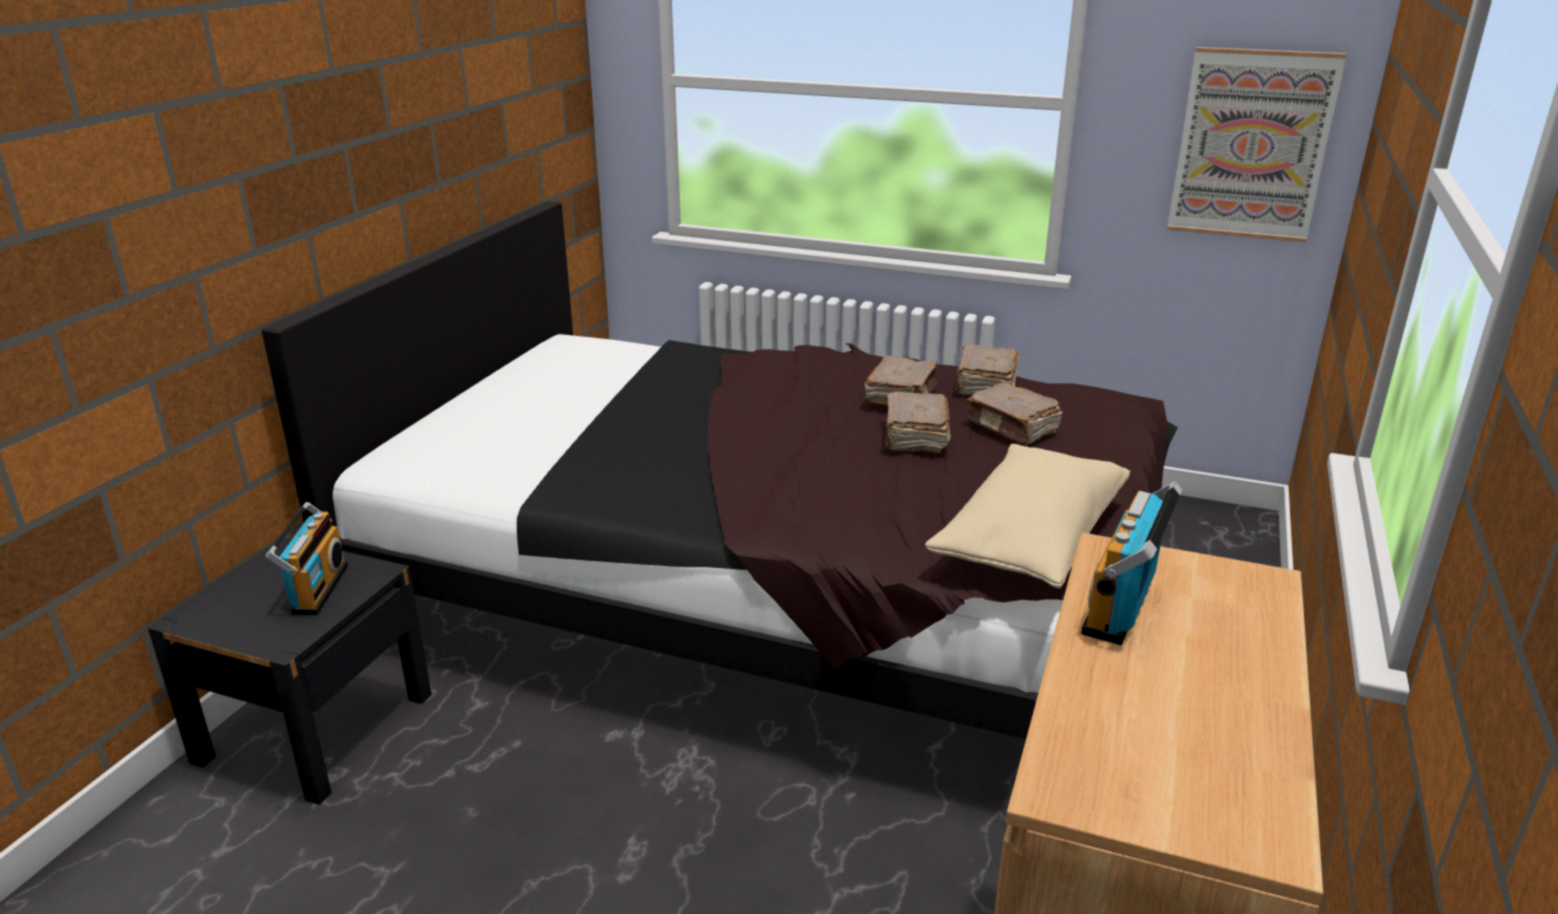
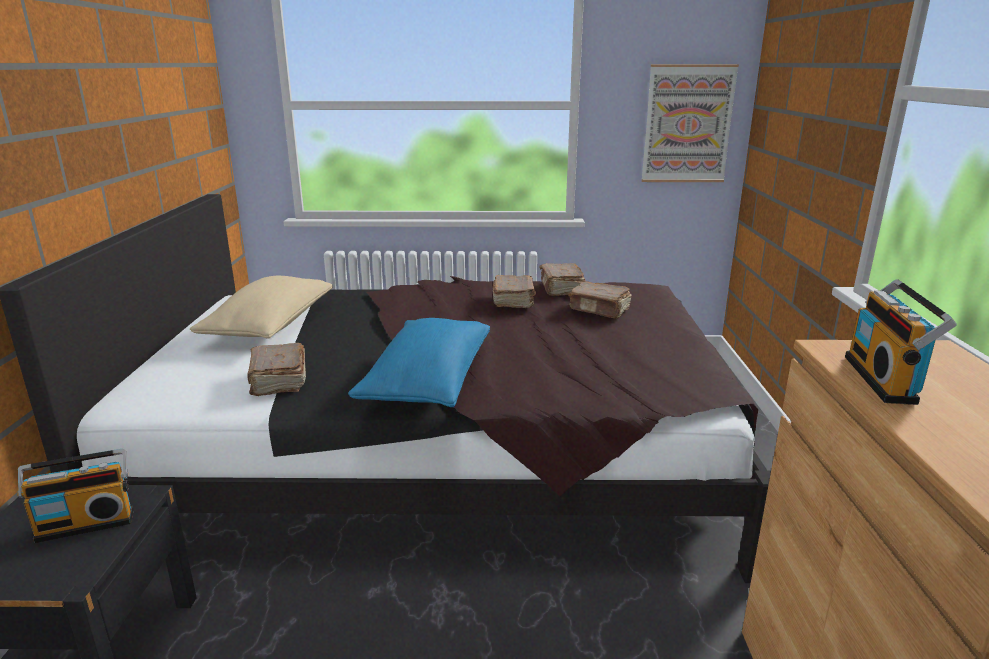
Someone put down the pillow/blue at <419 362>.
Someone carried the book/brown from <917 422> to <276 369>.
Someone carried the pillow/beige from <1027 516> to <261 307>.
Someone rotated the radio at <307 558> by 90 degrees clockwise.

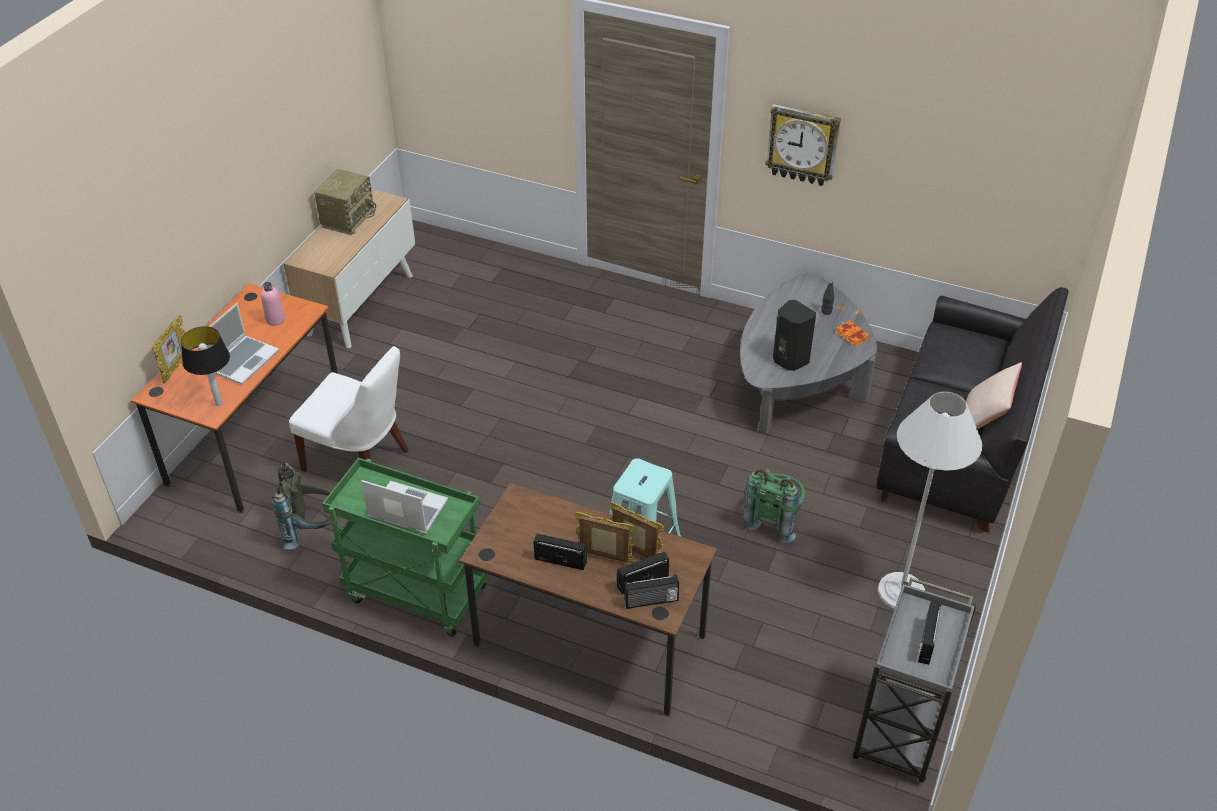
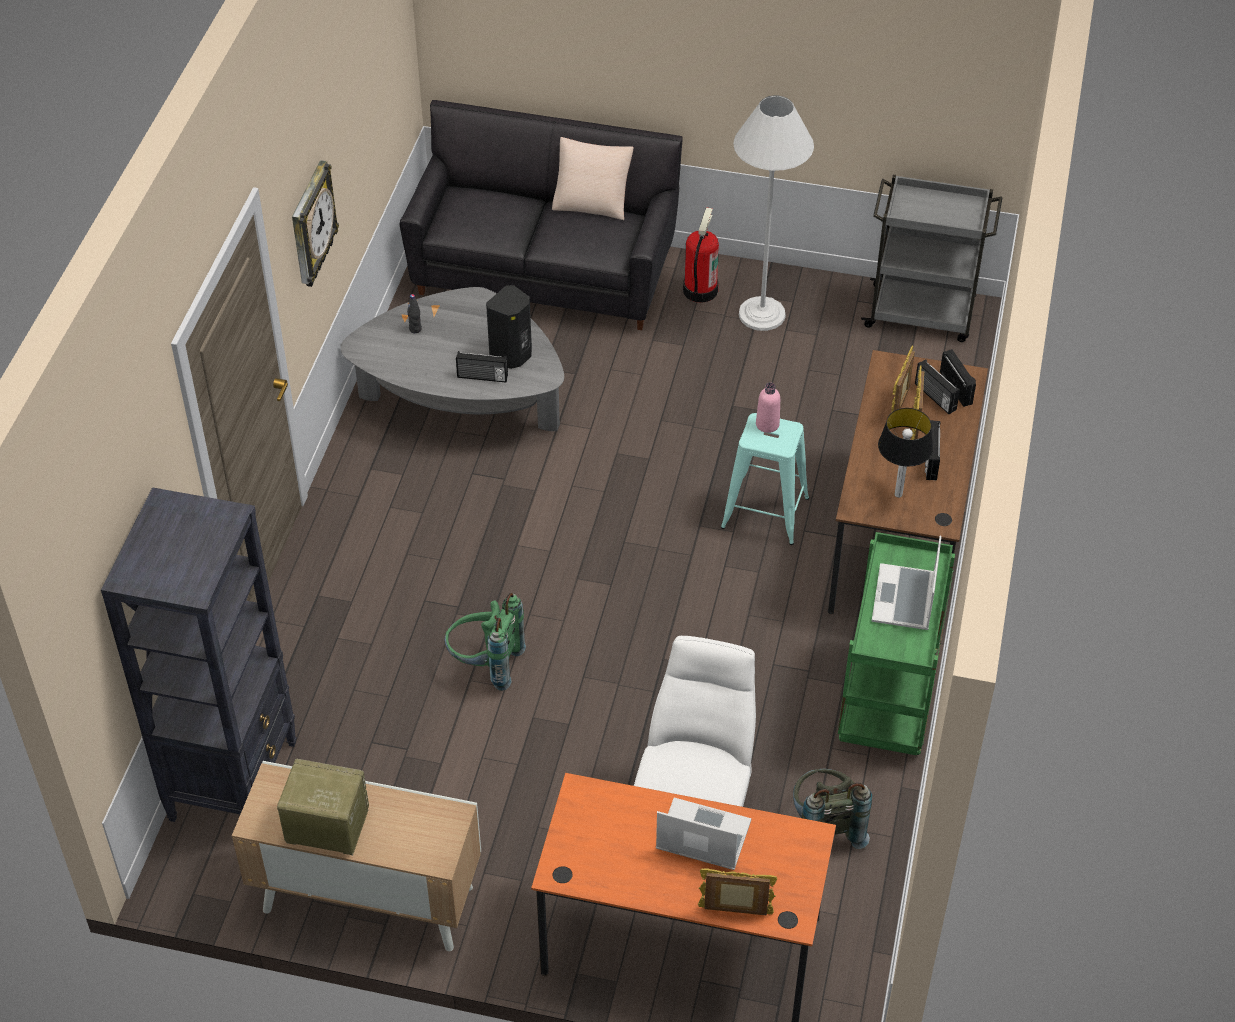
Someone took away the book/orange at <852 333>.
Someone put down the bookcase/black at <199 654>.
Someone put down the fire extinguisher at <701 255>.
Someone carried the table lamp from <205 366> to <905 453>.
Someone carried the bottle/pink from <273 304> to <768 407>.
Someone carried the backpack/green from <774 506> to <485 642>.
Someone carried the radio from <929 633> to <482 367>.

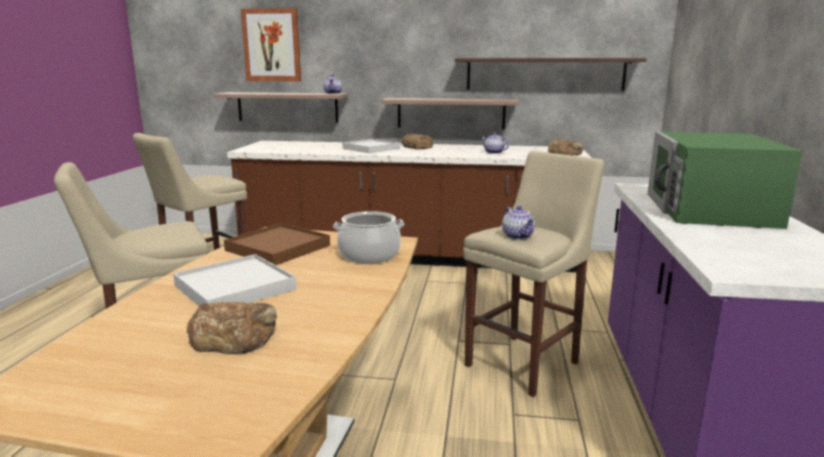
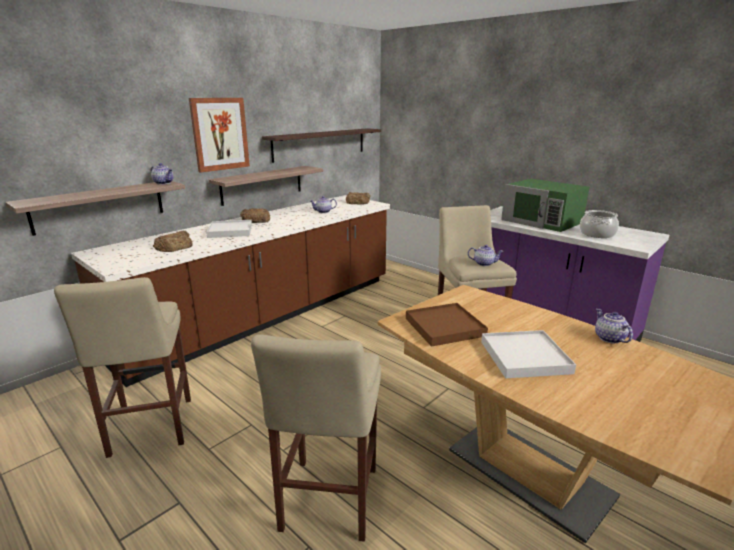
Someone put down the teapot at <614 326>.
Someone carried the bread from <232 328> to <173 241>.
Someone carried the picture from <271 44> to <219 135>.
Someone carried the cooking pot from <368 237> to <599 224>.

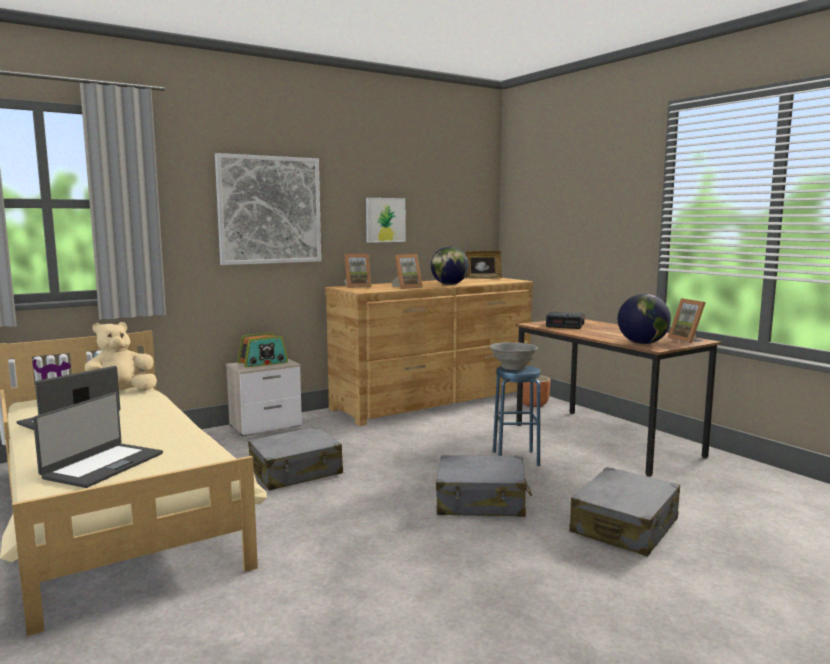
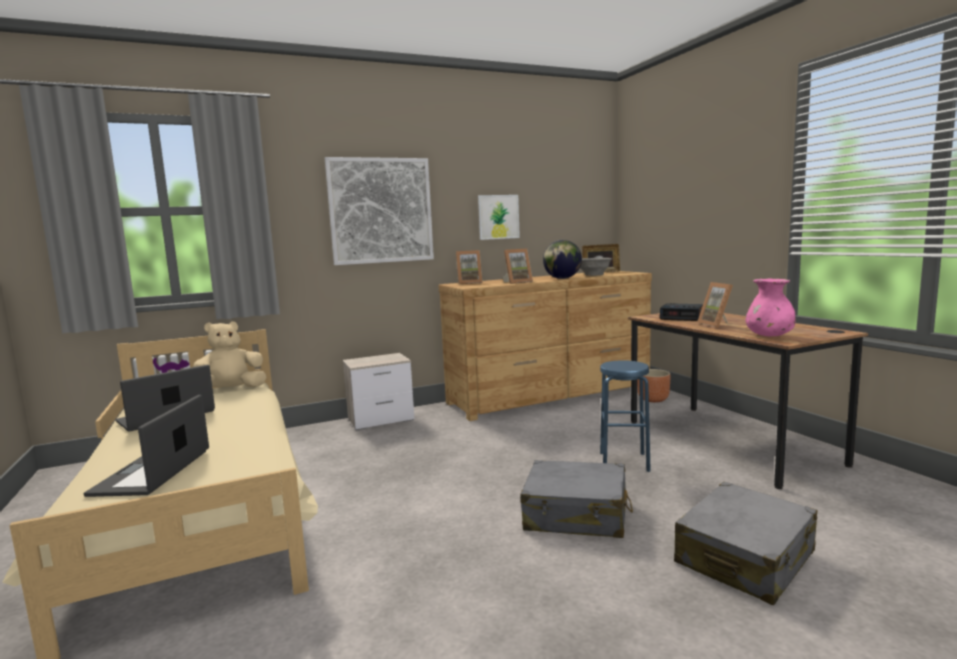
Someone took away the radio at <262 350>.
Someone took away the suitcase/grey at <295 458>.
Someone carried the bowl/grey from <513 356> to <596 267>.
Someone carried the picture frame from <687 320> to <715 305>.
Someone swapped the globe at <644 319> for the vase/pink at <771 307>.
Someone rotated the laptop at <98 440> by 150 degrees clockwise.

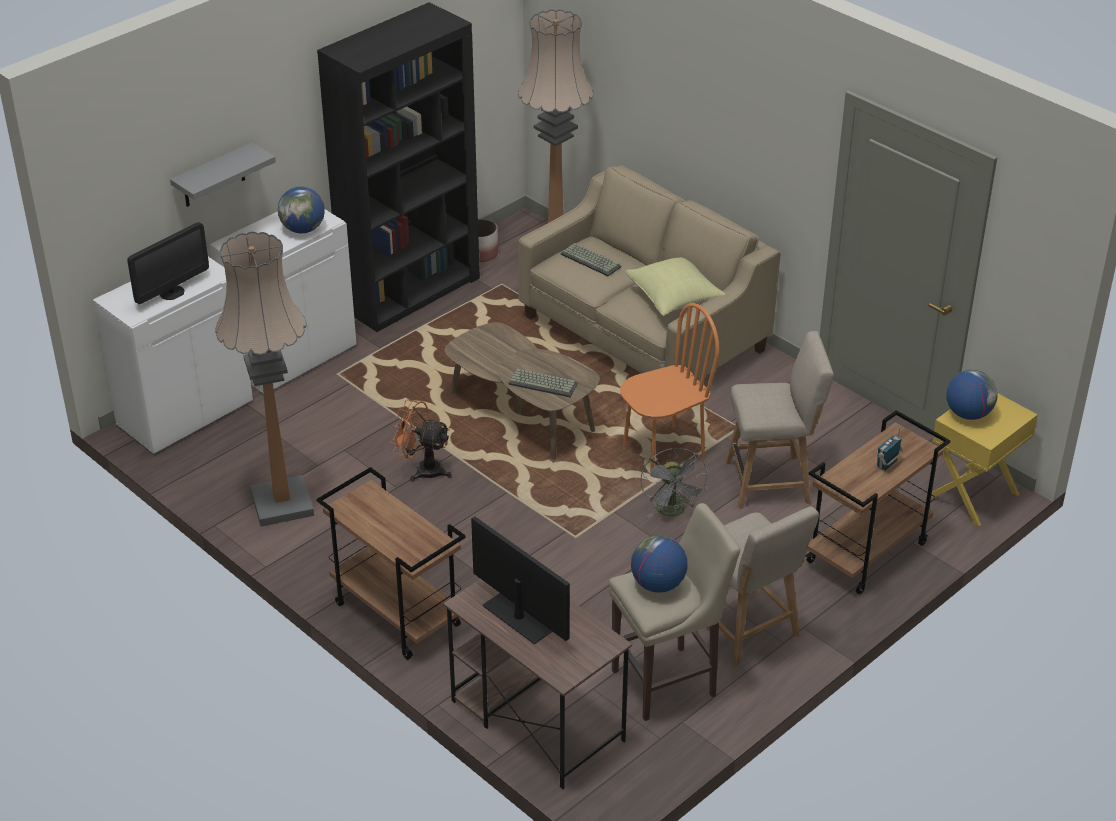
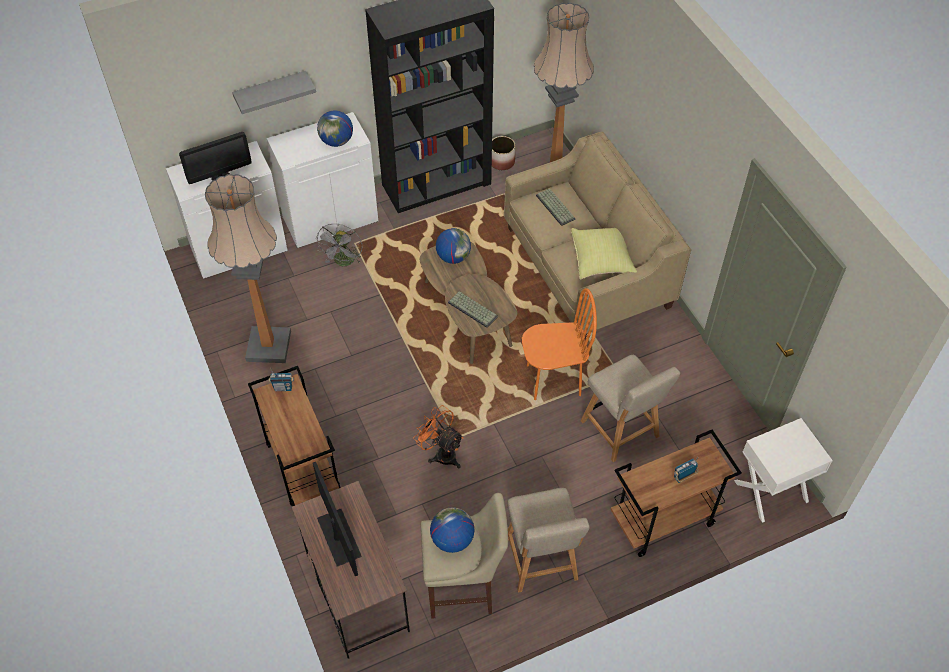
Someone put down the radio at <281 379>.
Someone carried the fan/orange from <421 440> to <438 436>.
Someone carried the fan/grey from <674 483> to <339 245>.
Someone carried the globe from <971 395> to <453 246>.
Someone repainted the nightstand/yellow at <982 459>, which became the nightstand/white at <783 470>.
Someone rotated the chair/beige at <779 420> by 45 degrees clockwise.

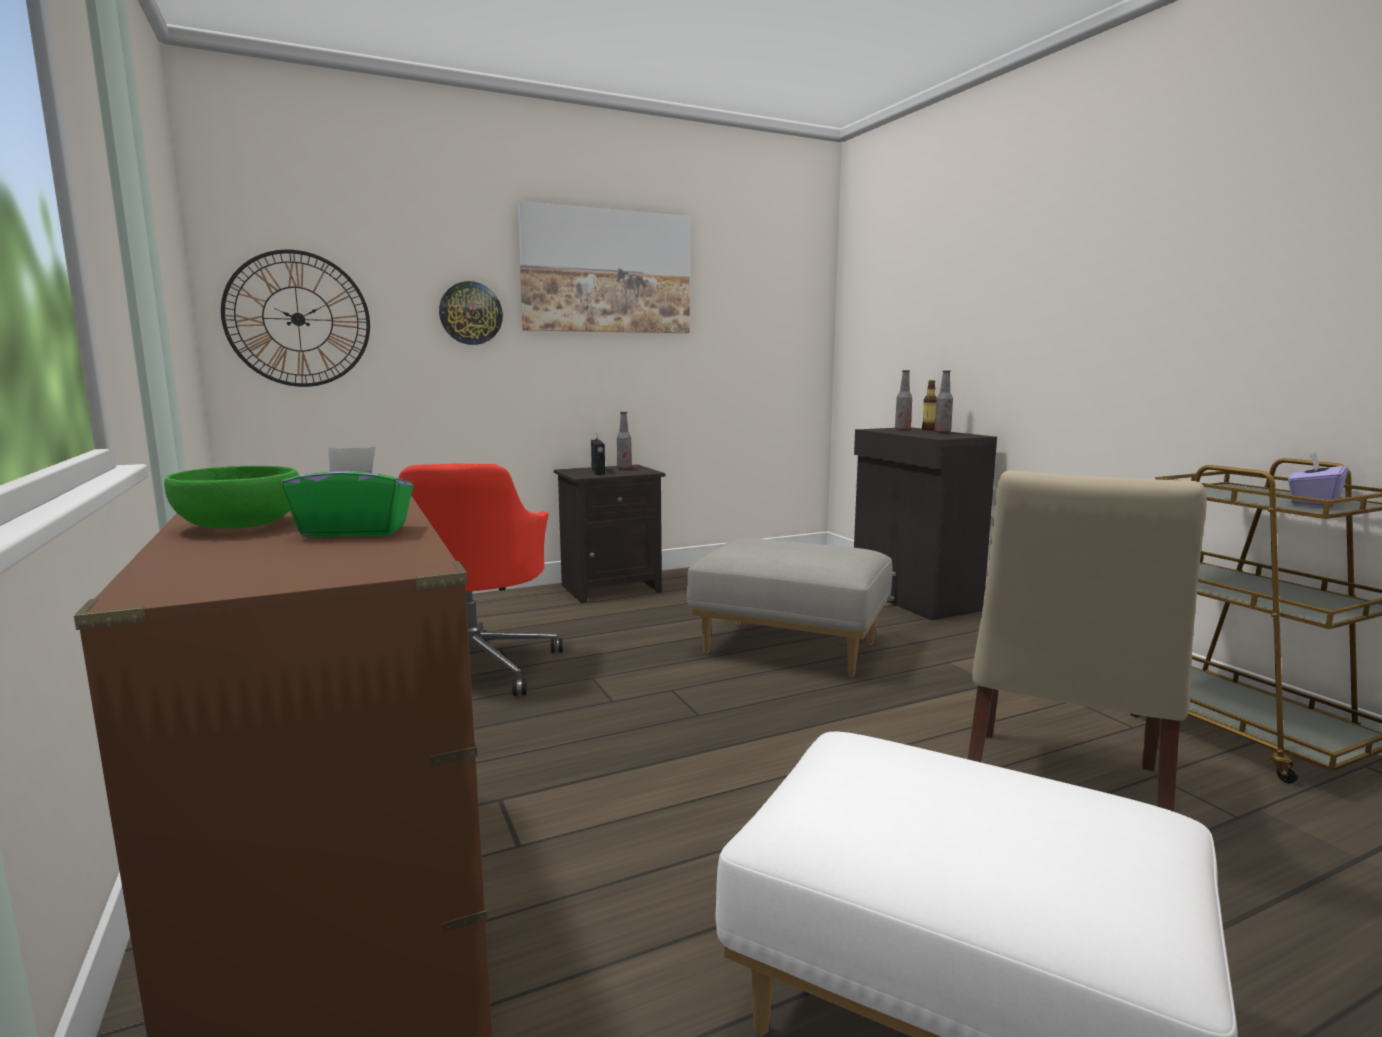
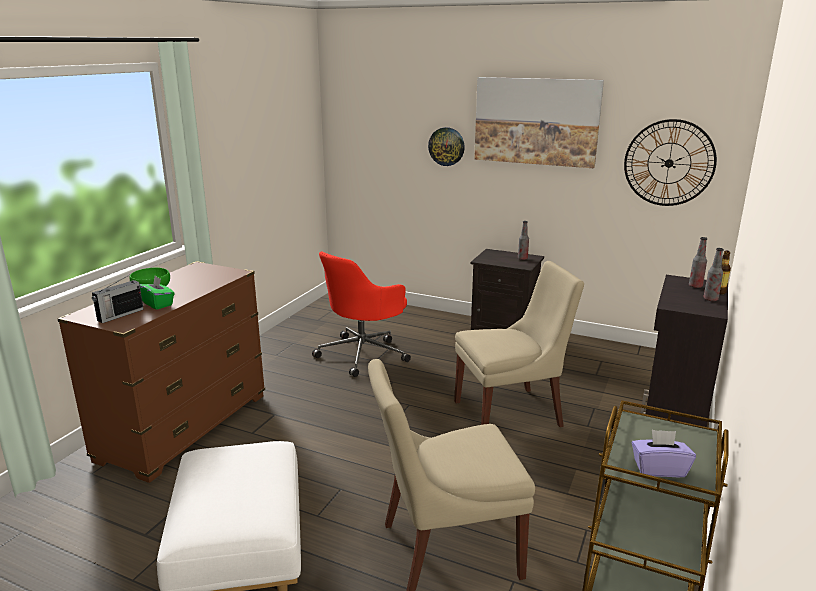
Someone carried the wall clock from <295 318> to <670 162>.
Someone carried the radio from <598 453> to <118 299>.
Someone swapped the ottoman/grey at <790 607> for the chair/beige at <519 344>.

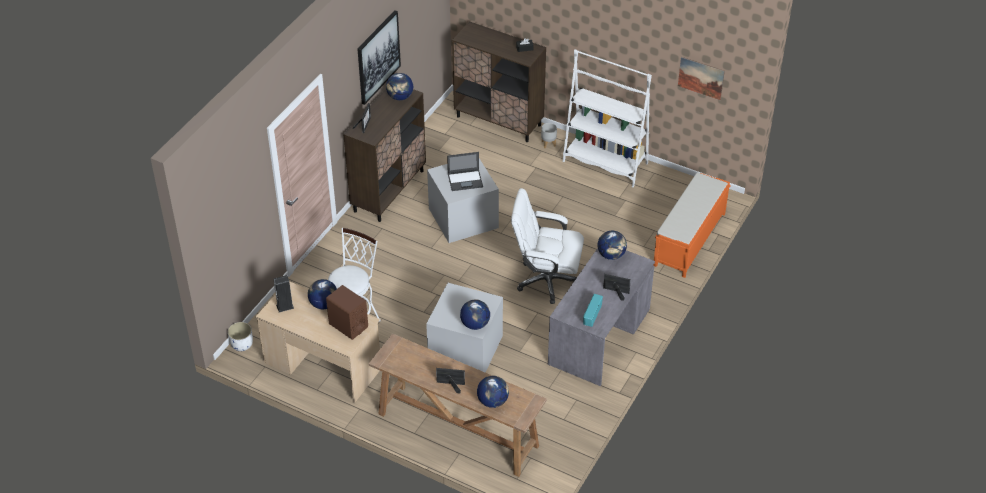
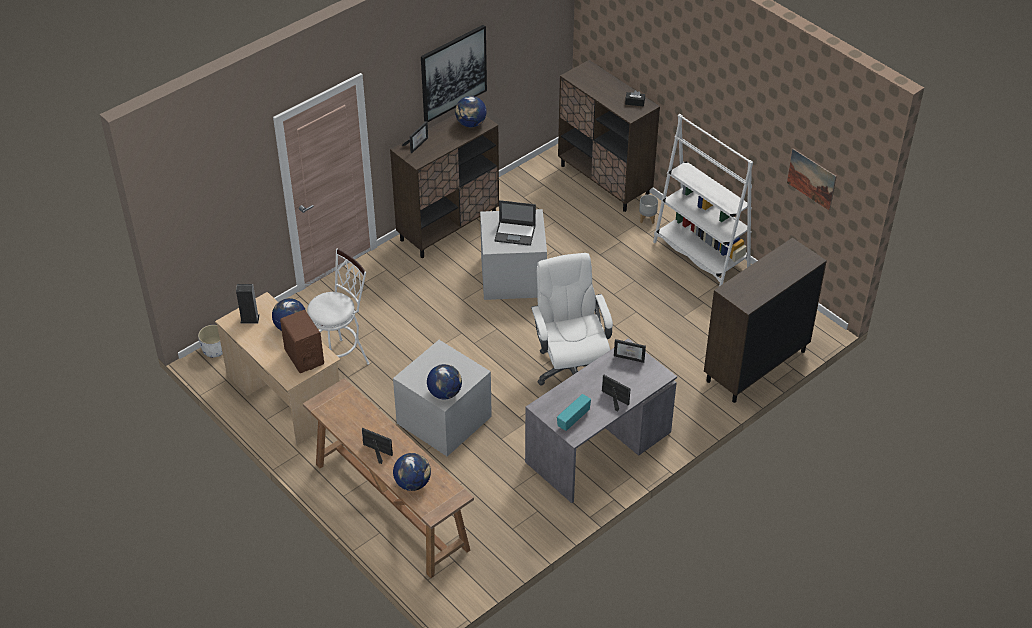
Someone swapped the globe at <612 245> for the picture frame at <630 351>.
Someone swapped the bench/orange at <692 225> for the cabinet/brown at <765 320>.
Someone rotated the office chair/white at <547 246> by 45 degrees clockwise.

